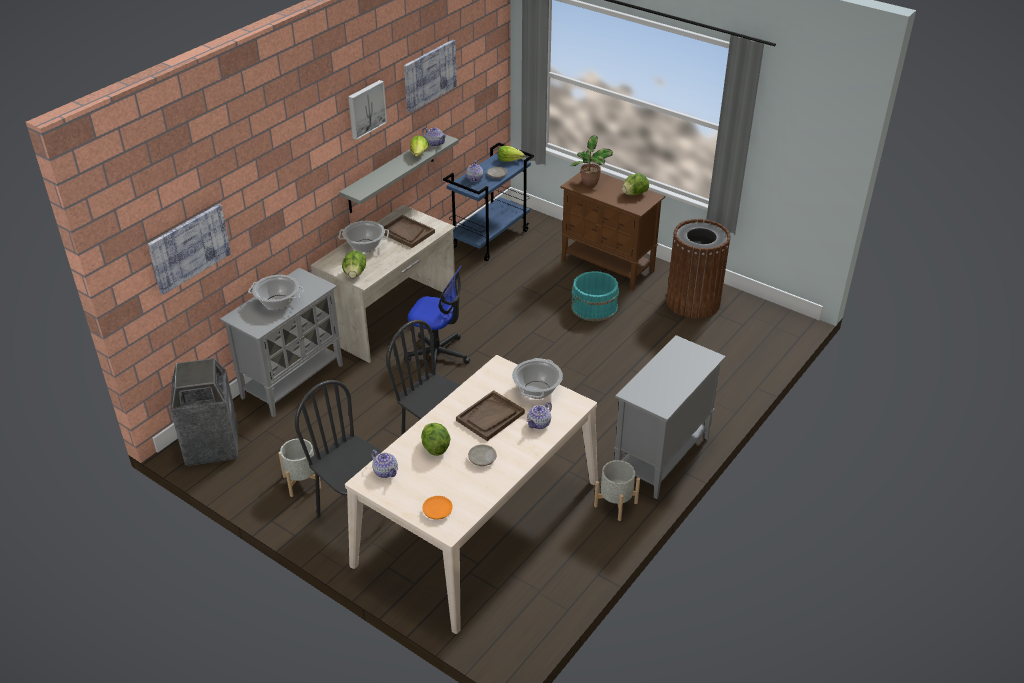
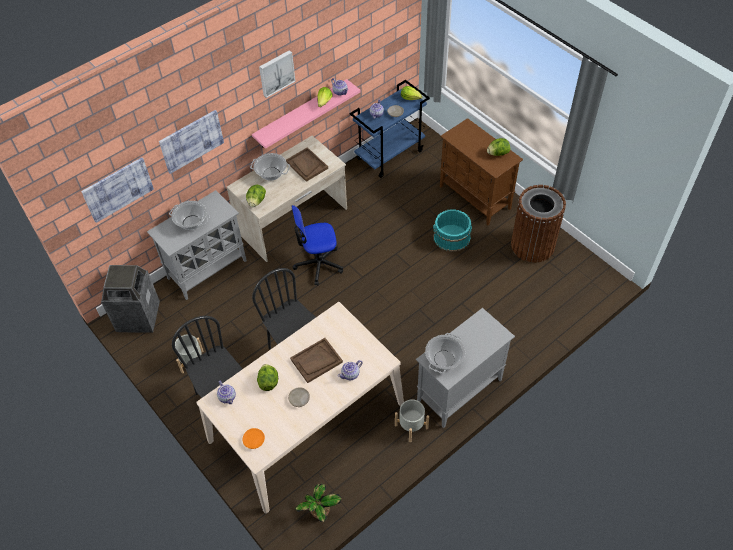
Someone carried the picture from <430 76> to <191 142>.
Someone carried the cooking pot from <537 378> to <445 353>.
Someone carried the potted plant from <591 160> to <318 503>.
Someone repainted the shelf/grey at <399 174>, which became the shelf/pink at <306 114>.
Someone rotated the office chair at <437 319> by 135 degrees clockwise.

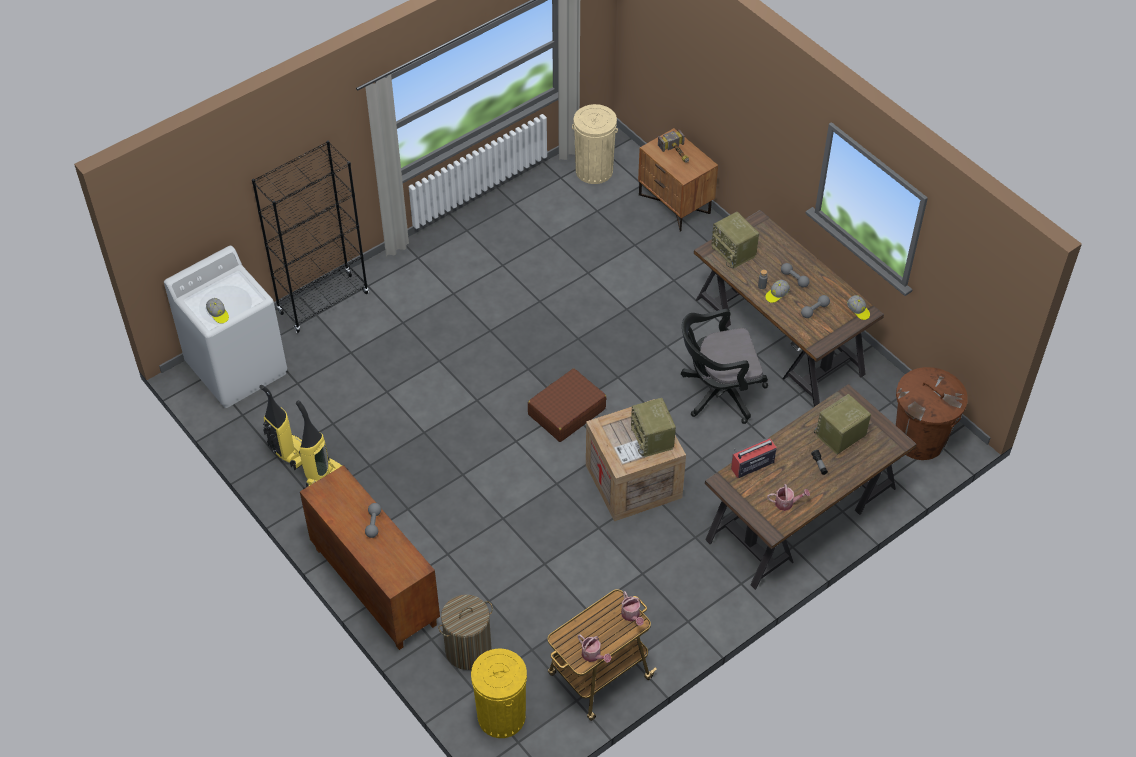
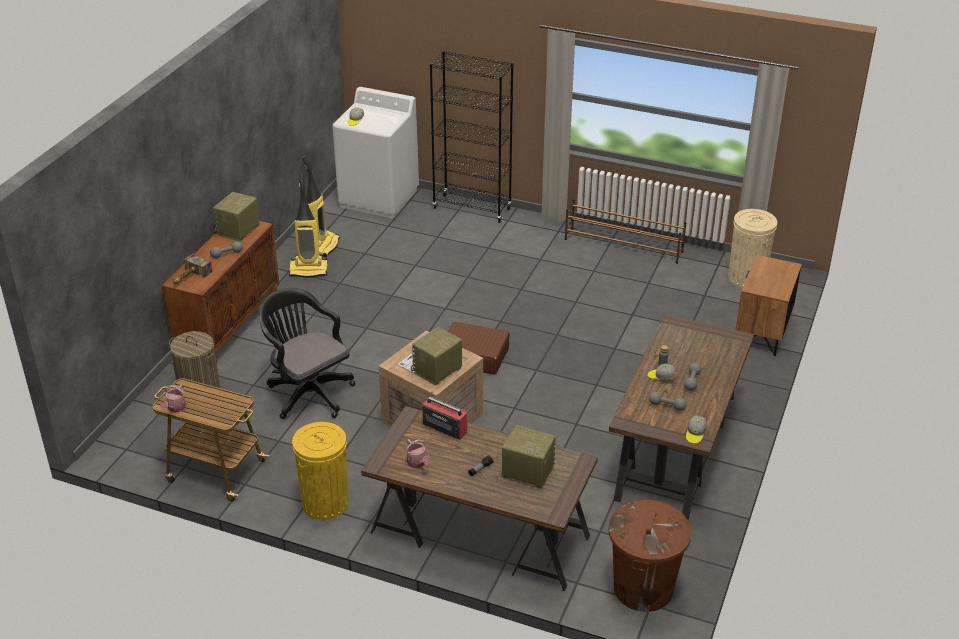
Someone took away the watering can at <632 608>.
Someone put down the shoe rack/brown at <625 231>.
Someone carried the trash can/yellow from <499 693> to <320 471>.
Someone carried the hammer from <673 146> to <192 269>.
Someone carried the office chair/black from <724 366> to <307 353>.
Someone carried the radio from <735 240> to <236 217>.

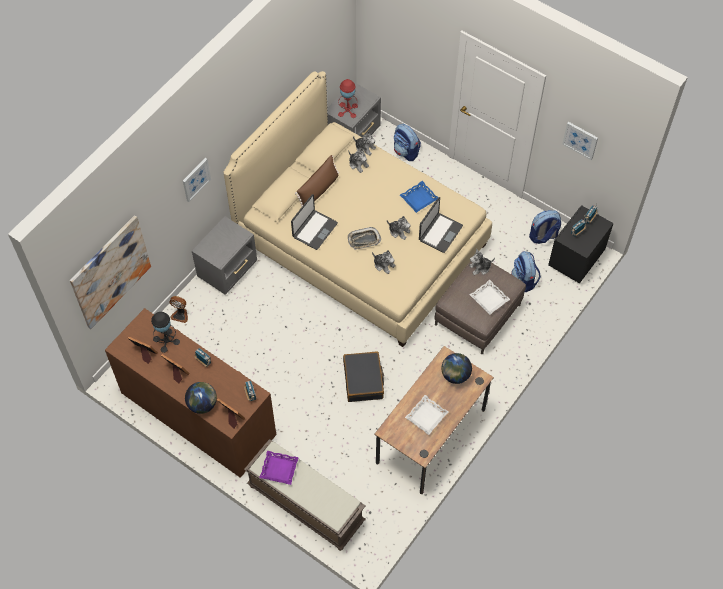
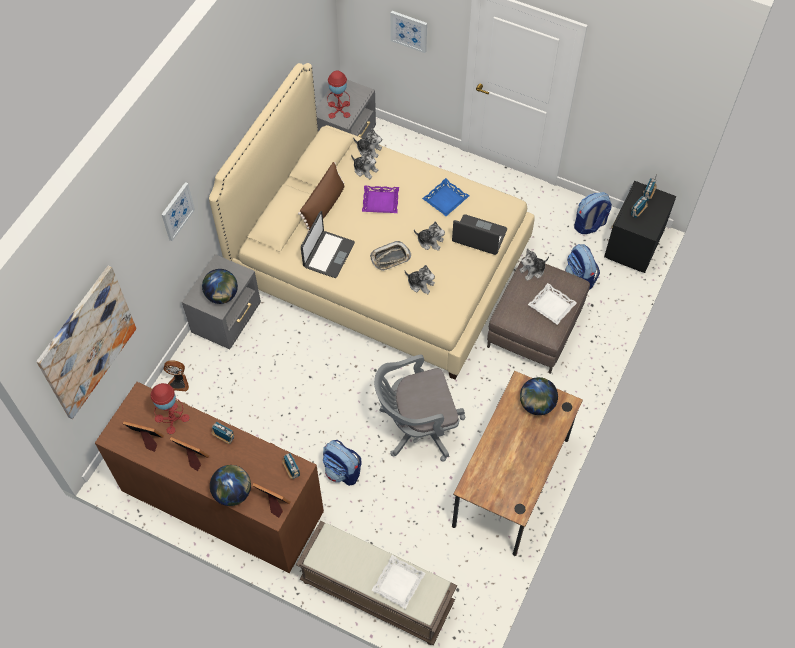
Someone put down the globe at <220 286>.
Someone carried the tray/purple from <279 468> to <380 199>.
Someone carried the backpack from <407 142> to <342 463>.
Someone carried the tray/white from <426 415> to <398 582>.
Someone carried the picture from <580 141> to <409 32>.
Someone swapped the suitcase/black at <363 376> for the office chair/grey at <420 408>.
Someone repainted the table lamp/black at <165 332>, which became the table lamp/red at <170 408>.
Someone rotated the laptop at <441 225> by 90 degrees counterclockwise.

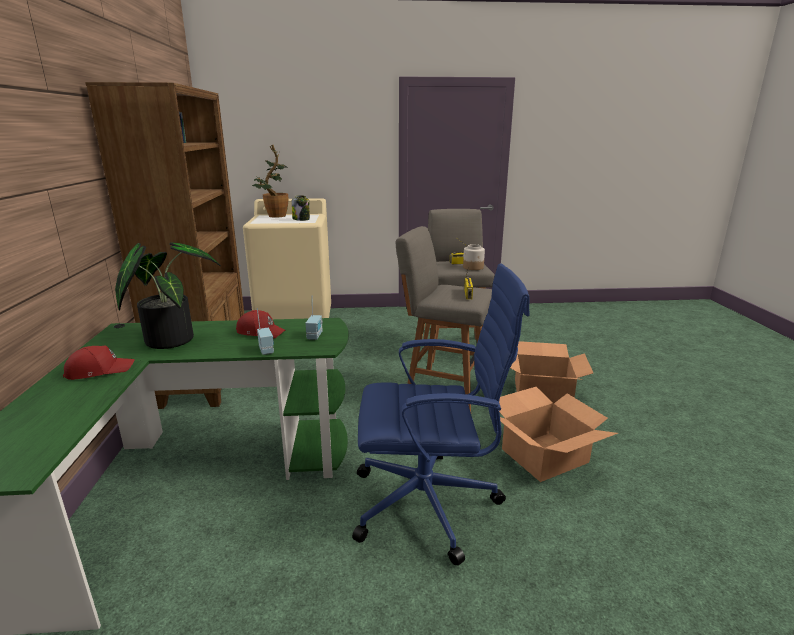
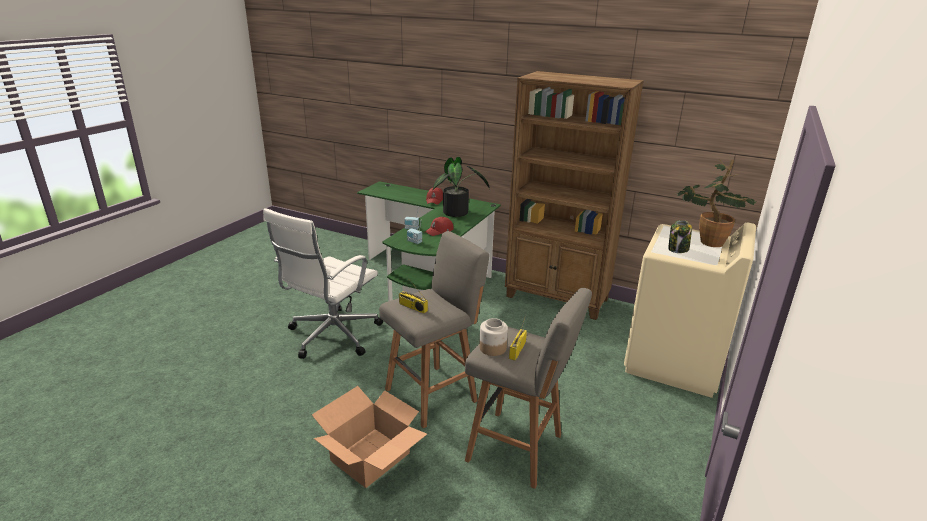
Someone took away the cardboard box at <558 434>.
Someone repainted the office chair/blue at <441 414>, which became the office chair/white at <323 283>.

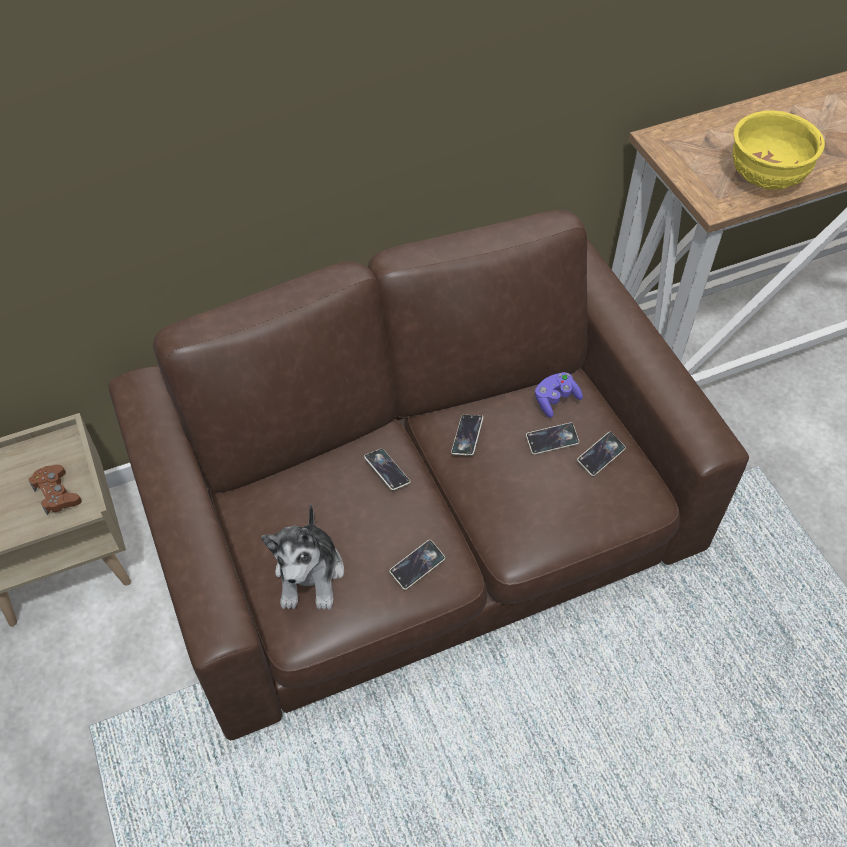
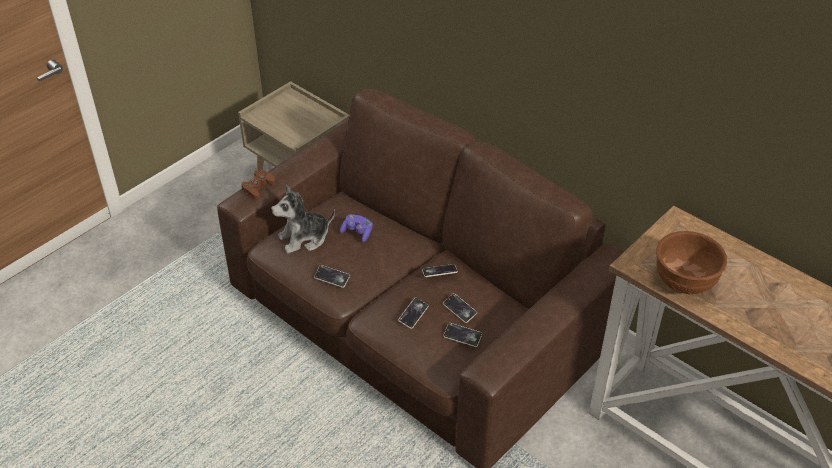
Someone carried the game controller/brown from <55 490> to <258 185>.
Someone carried the phone from <387 469> to <413 313>.
Someone carried the game controller/purple from <559 395> to <356 228>.
Someone repainted the bowl/yellow at <779 150>, which became the bowl/brown at <691 263>.

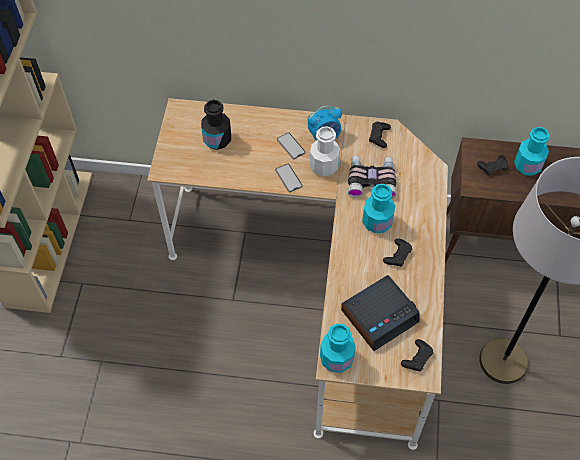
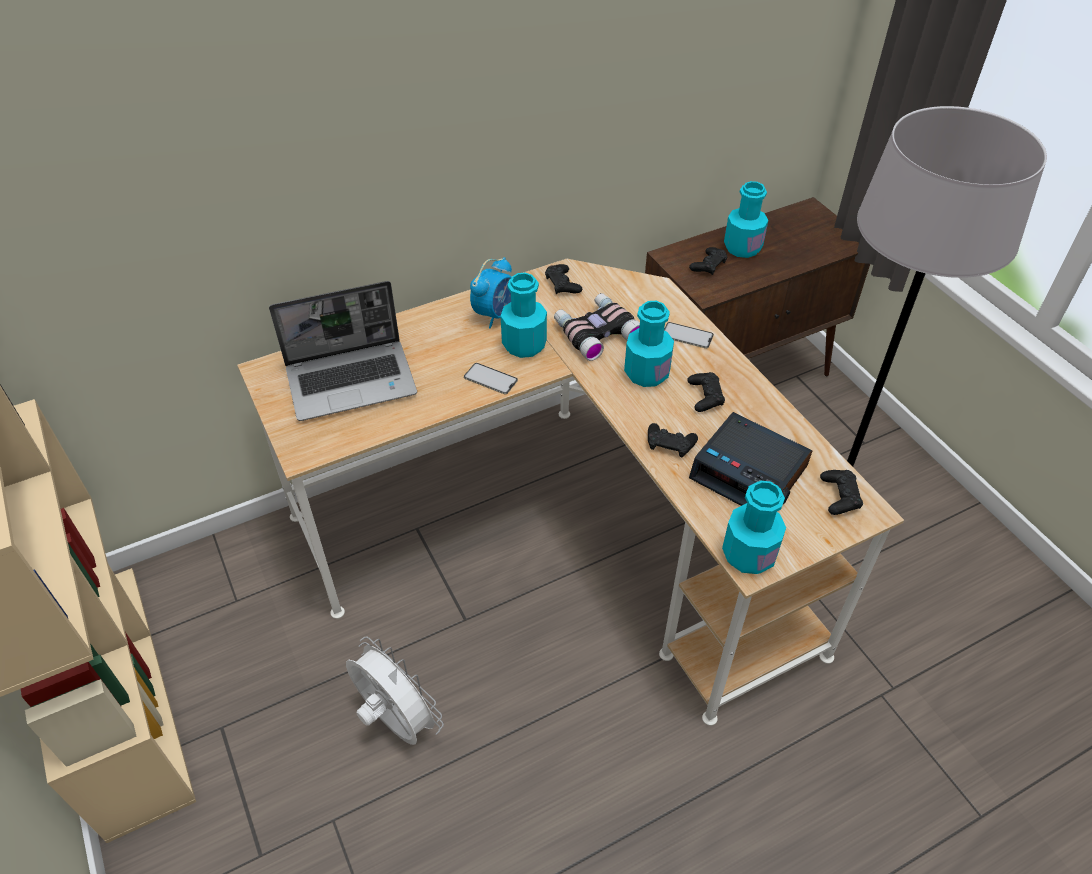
Someone put down the fan/white at <395 691>.
Someone put down the game controller/black at <673 440>.
Someone carried the phone from <291 145> to <689 335>.
Someone swapped the bottle/black at <216 124> for the laptop at <343 351>.
Someone repainted the bottle/white at <325 151>, which became the bottle/turquoise at <524 315>.
Someone rotated the alarm clock at <380 313> by 105 degrees clockwise.

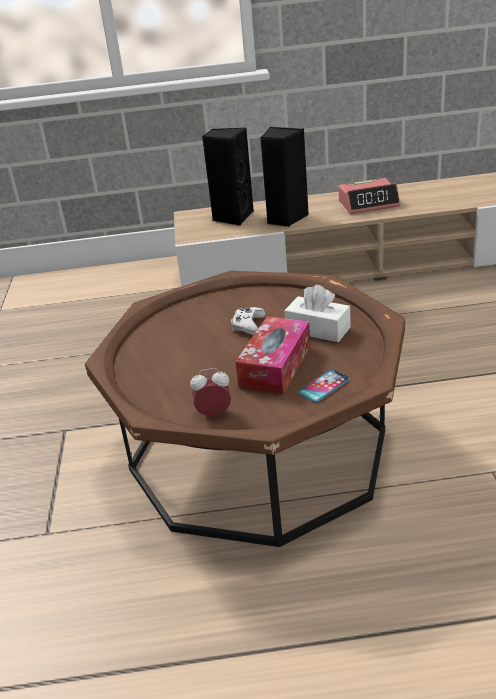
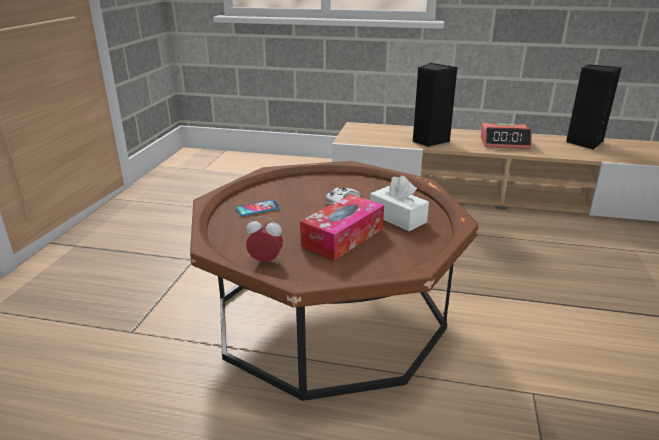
Someone carried the speaker/black from <228 177> to <594 107>.
Someone carried the phone from <324 386> to <258 208>.

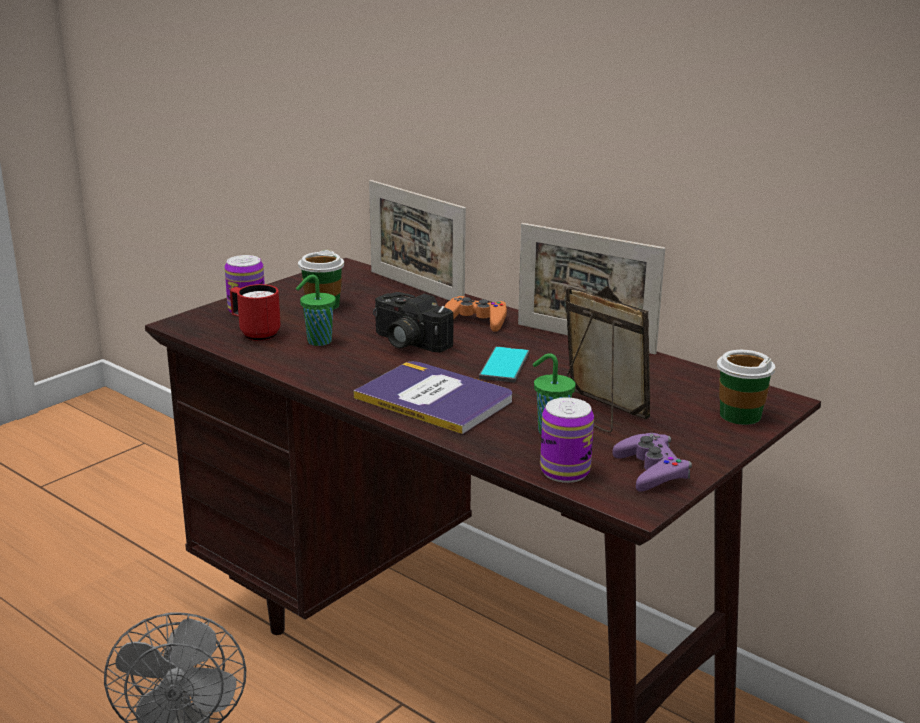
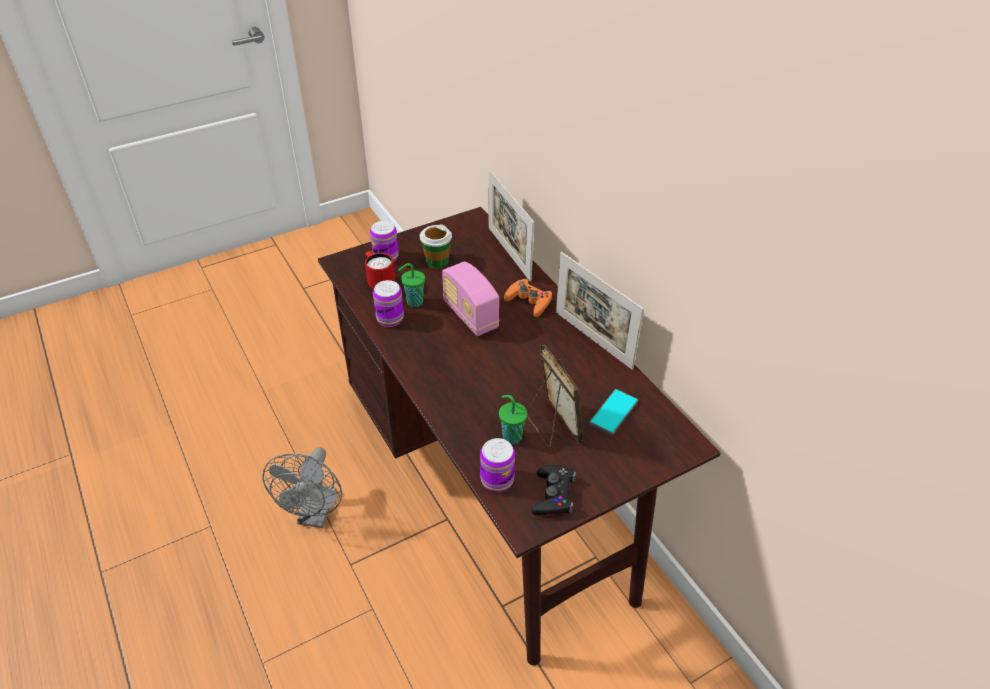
Someone took away the book at <433 397>.
Someone took away the cup at <746 387>.
Someone put down the can at <388 303>.
Someone carried the phone from <504 364> to <614 412>.
Someone swapped the photo camera at <413 322> for the radio at <471 299>.
Someone repainted the game controller/purple at <652 462>, which became the game controller/black at <553 490>.

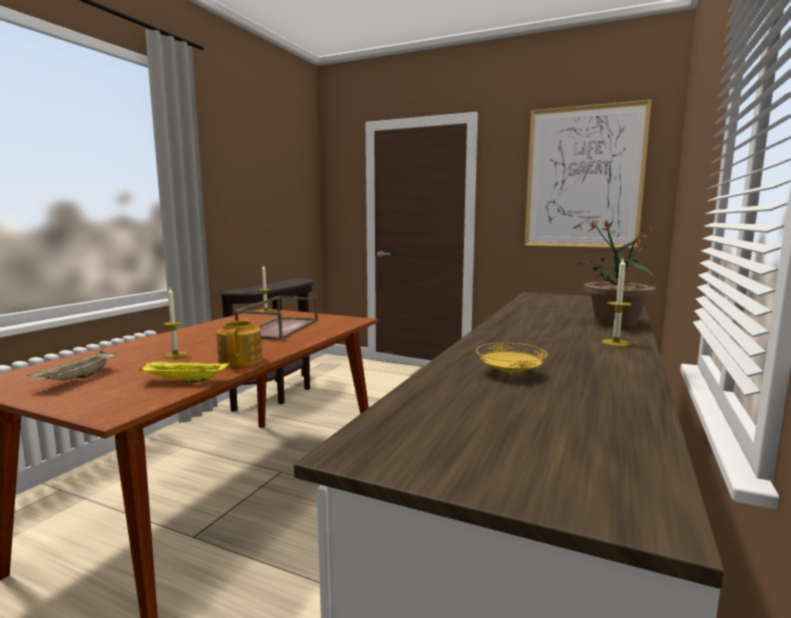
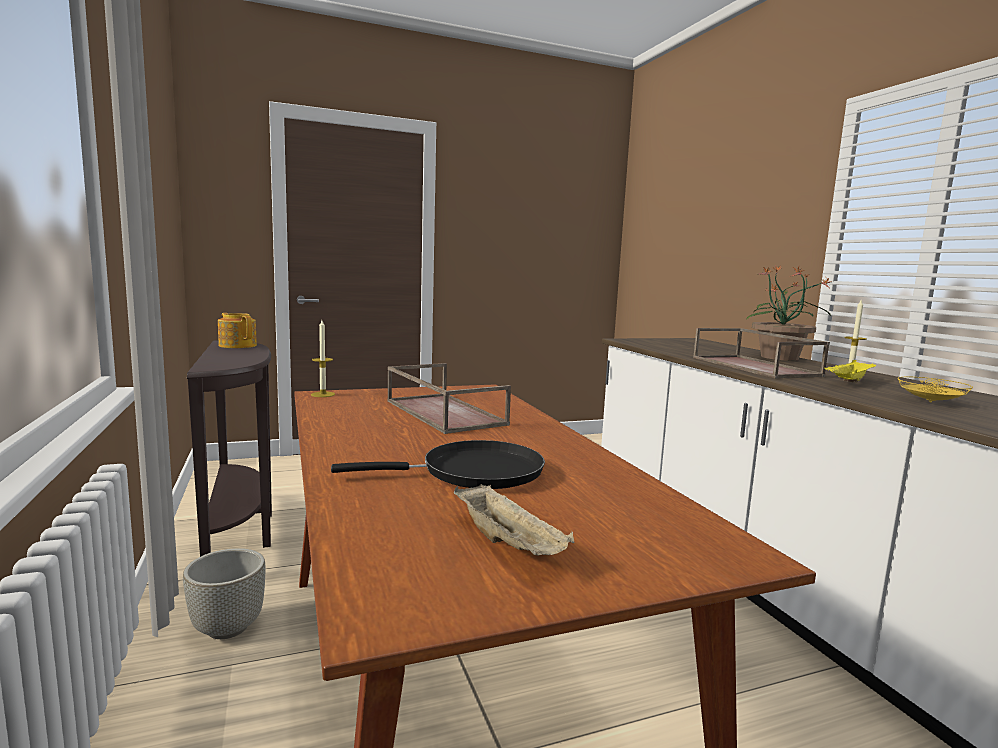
Someone took away the picture at <588 174>.
Someone put down the planter/grey at <224 593>.
Someone put down the tray/brown at <761 353>.
Someone carried the tray/yellow from <184 372> to <850 371>.
Someone carried the teapot from <239 342> to <237 330>.
Someone swapped the candle at <175 323> for the frying pan/black at <438 464>.

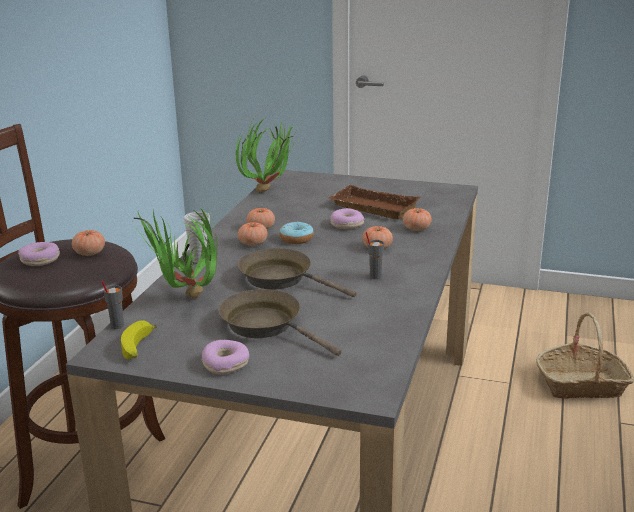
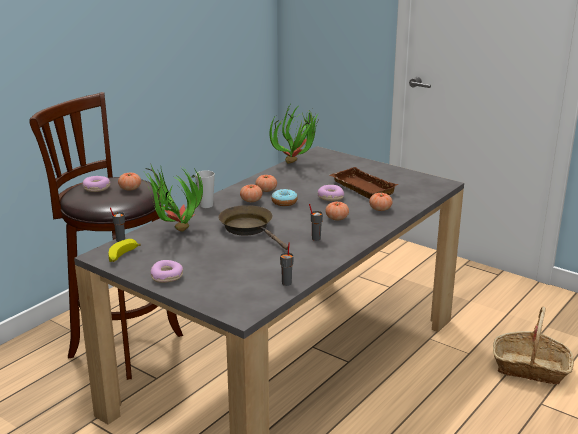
Someone took away the frying pan/brown at <279 322>.
Someone put down the cup/grey at <287 264>.

